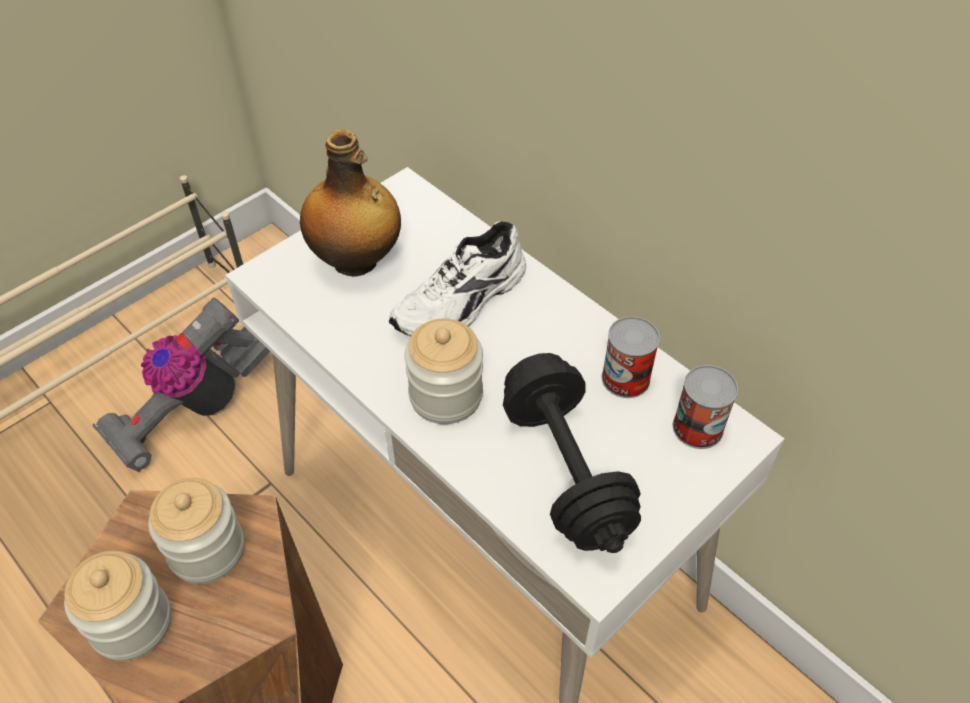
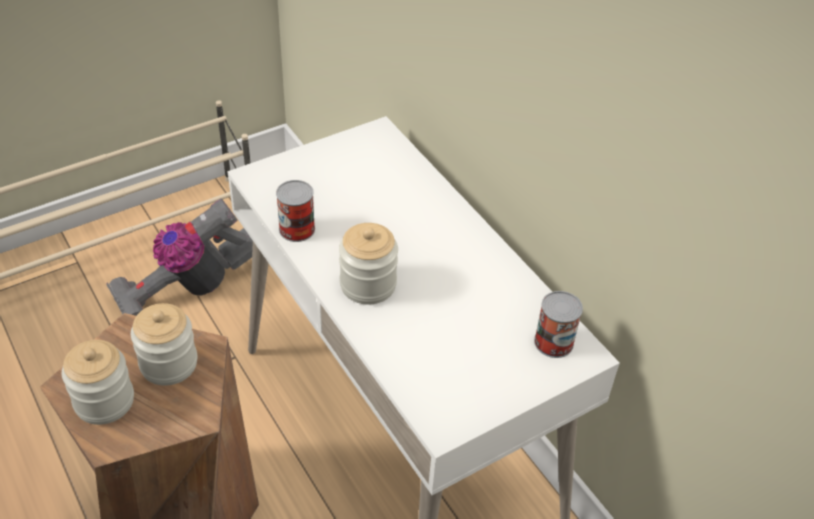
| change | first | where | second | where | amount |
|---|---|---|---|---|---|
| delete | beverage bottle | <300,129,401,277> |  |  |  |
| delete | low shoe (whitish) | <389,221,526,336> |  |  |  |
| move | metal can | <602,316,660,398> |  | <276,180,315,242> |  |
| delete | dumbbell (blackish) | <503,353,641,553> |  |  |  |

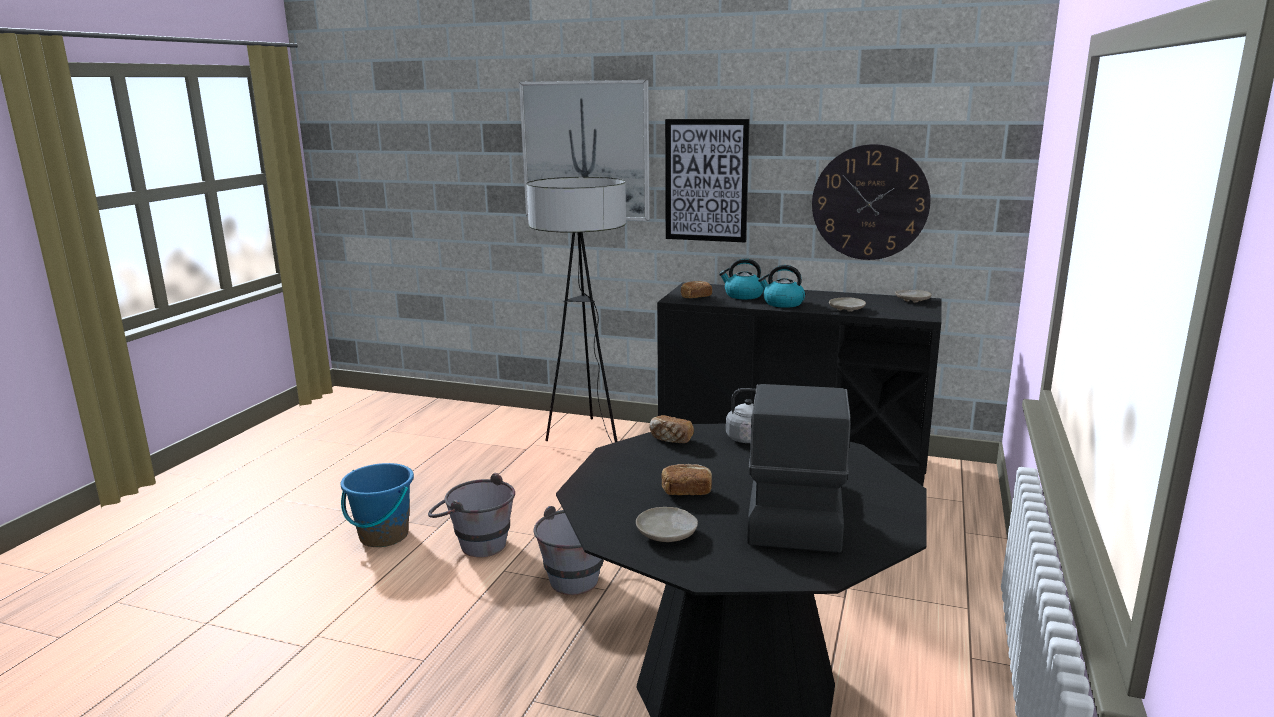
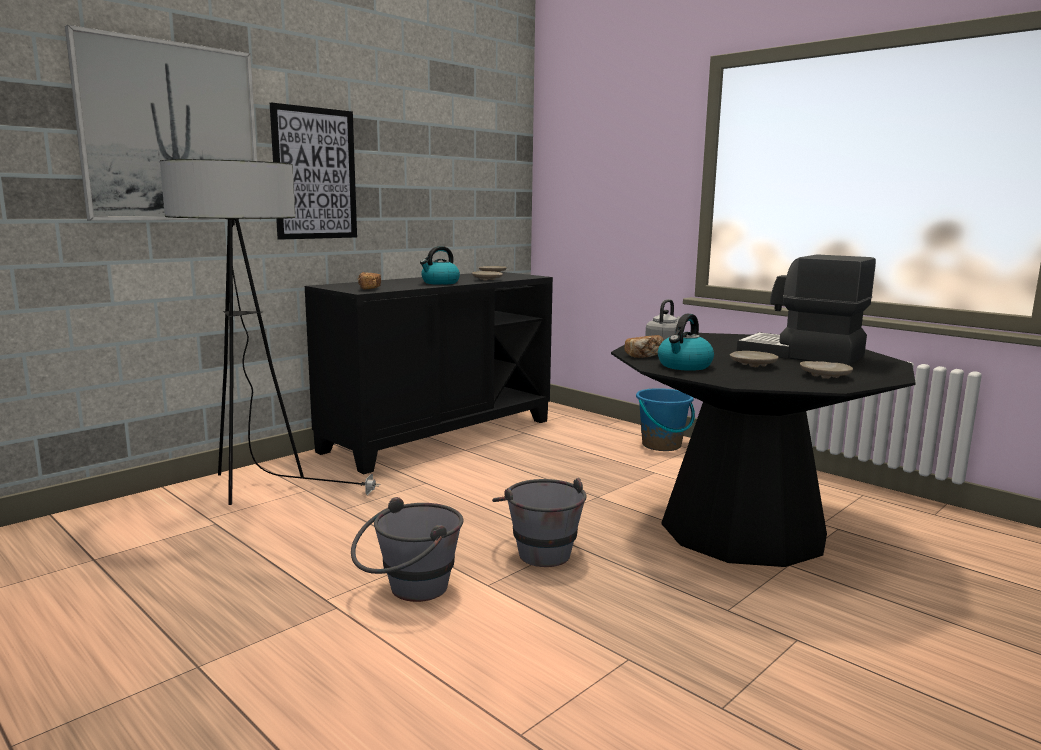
| change | first | where | second | where | amount |
|---|---|---|---|---|---|
| delete | hanging clock | <812,144,931,260> |  |  |  |
| move | water kettle | <719,258,764,299> |  | <658,314,714,371> |  |
| move | pail (blue) | <341,463,414,547> |  | <636,388,695,451> |  |
| replace | bakery bread | <661,464,712,495> | flat dish (sand-coloured) | <730,351,779,367> |  |

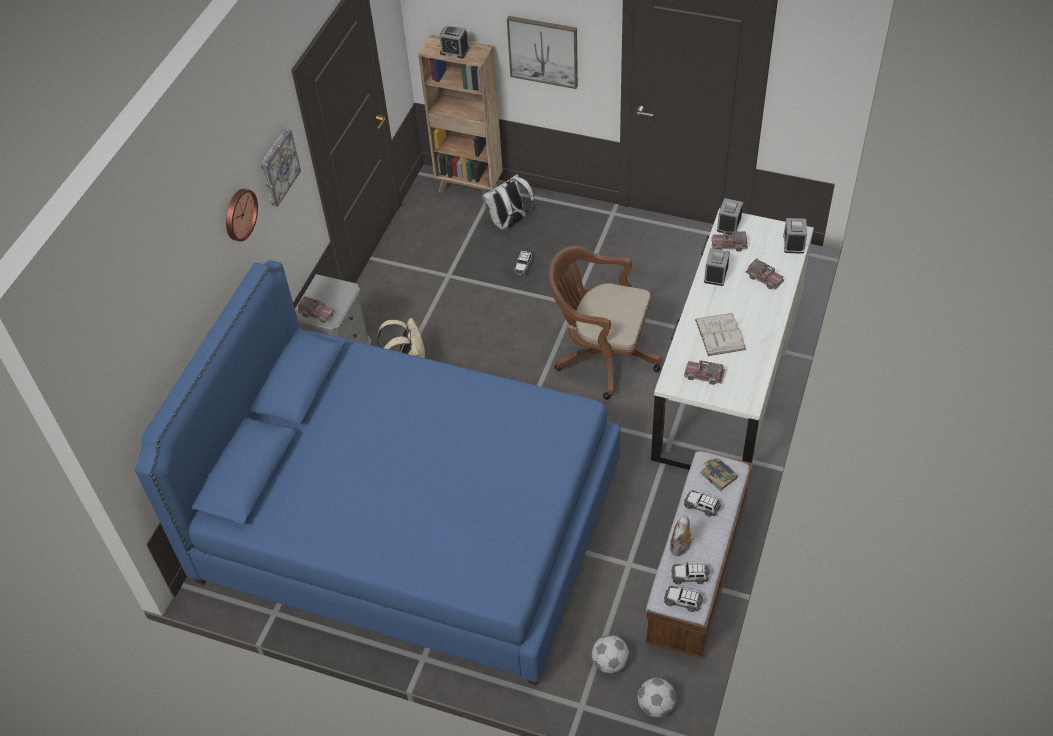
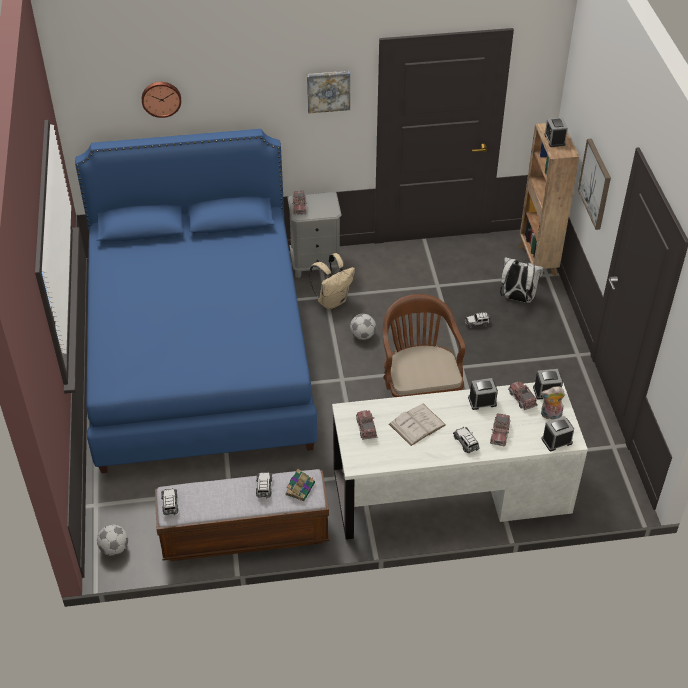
| change | first | where | second | where | amount |
|---|---|---|---|---|---|
| move | hanging clock | <226,189,258,242> |  | <142,82,181,118> |  |
| move | cuddly toy | <669,516,694,557> |  | <541,387,565,420> |  |
| move | toy car | <671,562,709,584> |  | <453,427,480,453> |  |
| move | football | <592,635,629,673> |  | <350,314,376,340> |  |

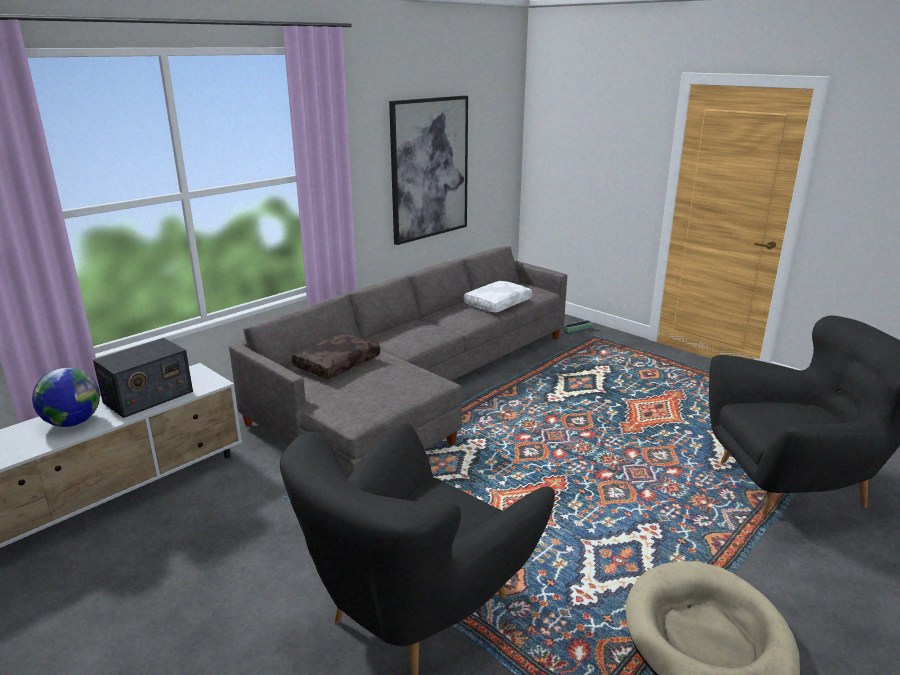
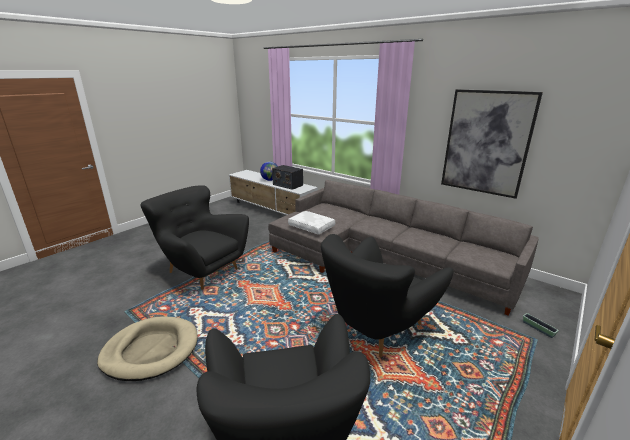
| change | first | where | second | where | amount |
|---|---|---|---|---|---|
| move | cushion (whitish) | <464,281,532,313> |  | <288,211,335,235> |  |
| delete | cushion (brown) | <292,333,380,379> |  |  |  |
| insert |  |  | armchair (blackish) | <321,234,453,358> |  |

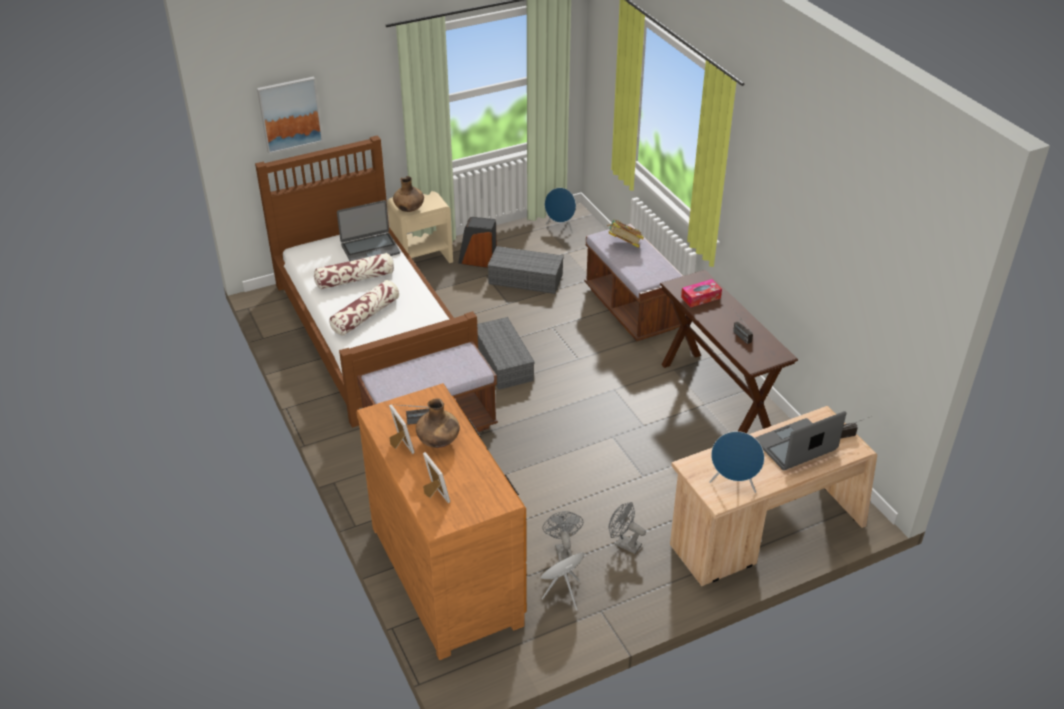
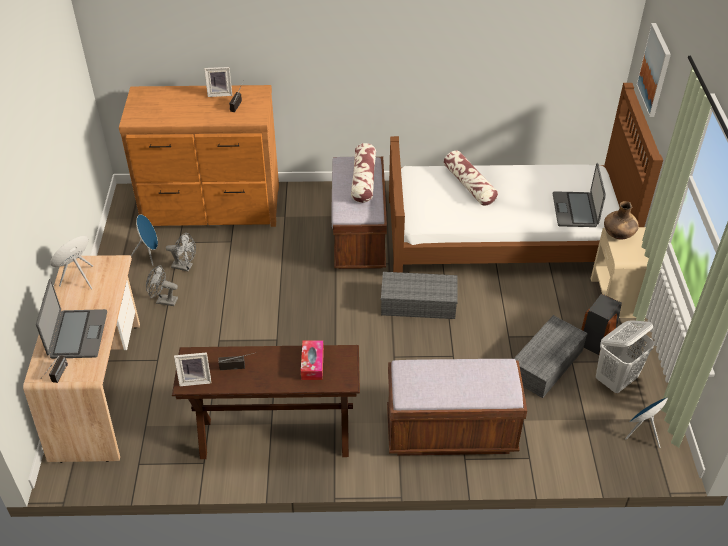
| change | first | where | second | where | amount |
|---|---|---|---|---|---|
| delete | bound book | <607,220,644,248> |  |  |  |
| move | cushion | <314,253,394,289> |  | <351,143,376,203> |  |
| delete | flower vase (brown) | <416,398,460,448> |  |  |  |
| move | picture frame | <423,452,450,503> |  | <174,352,211,386> |  |
| rotate | electric fan (gray) | <608,502,646,554> |  | <146,265,178,306> | 135 degrees counterclockwise |
| insert |  |  | hamper (whitish) | <596,320,654,393> |  |

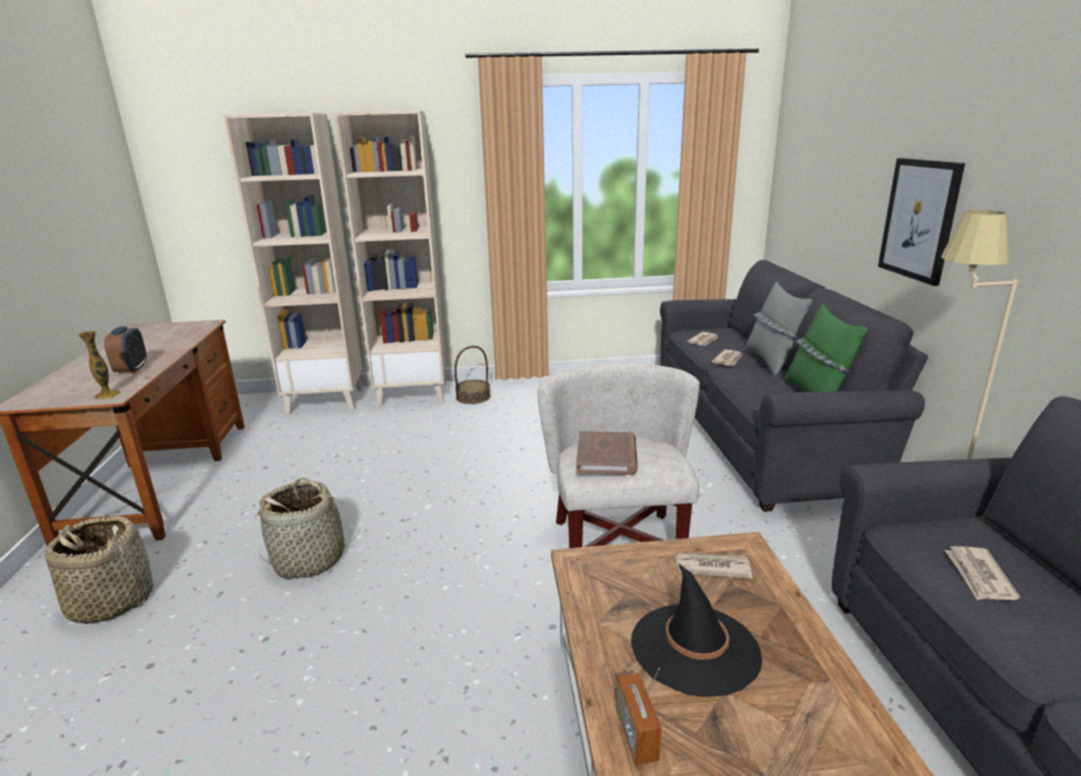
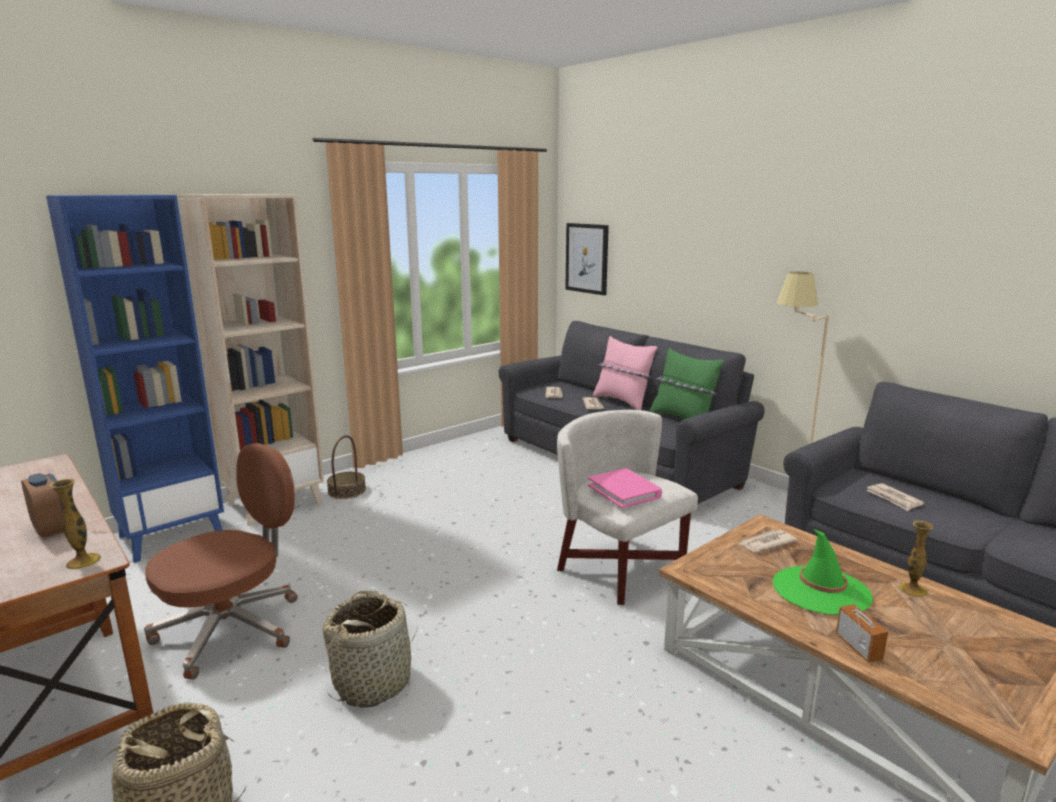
| change | first | where | second | where | amount |
|---|---|---|---|---|---|
| recolor | bookshelf (sand-coloured) | <224,113,363,415> | bookshelf (blue) | <46,195,224,563> |  |
| move | picture | <878,158,965,286> |  | <565,223,609,295> |  |
| recolor | cushion (gray) | <745,282,812,377> | cushion (pink-coloured) | <593,336,657,410> |  |
| recolor | bound book (brown) | <576,431,638,475> | bound book (pink-coloured) | <588,468,662,508> |  |
| recolor | clothing hat (blackish) | <631,563,762,697> | clothing hat (green-coloured) | <772,529,873,615> |  |
| rotate | radio receiver | <616,668,662,765> |  | <836,584,888,663> | 150 degrees counterclockwise |
| insert |  |  | office chair (brown) | <144,443,298,680> |  |
| insert |  |  | flower vase | <899,521,933,598> |  |

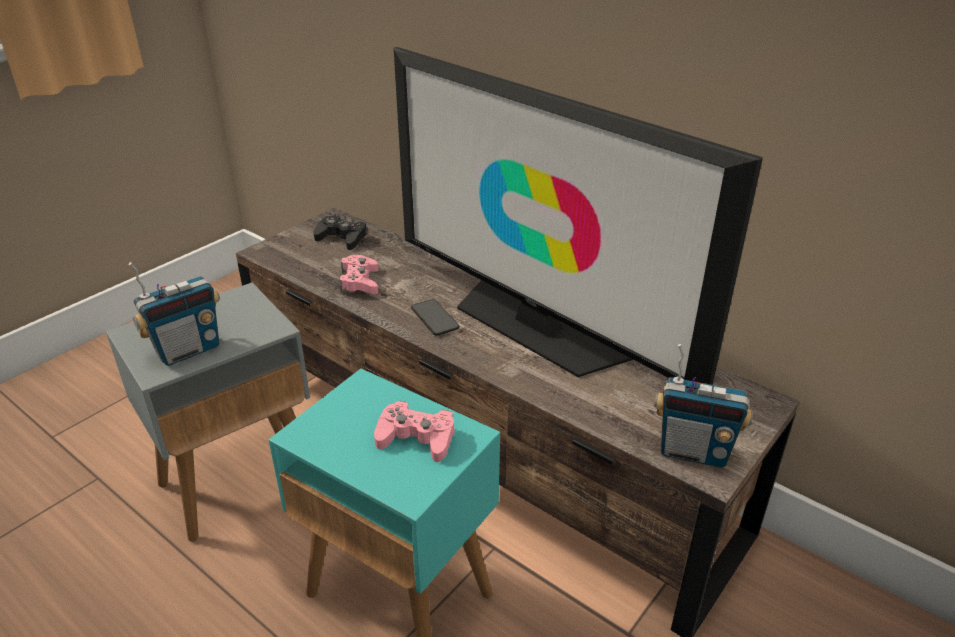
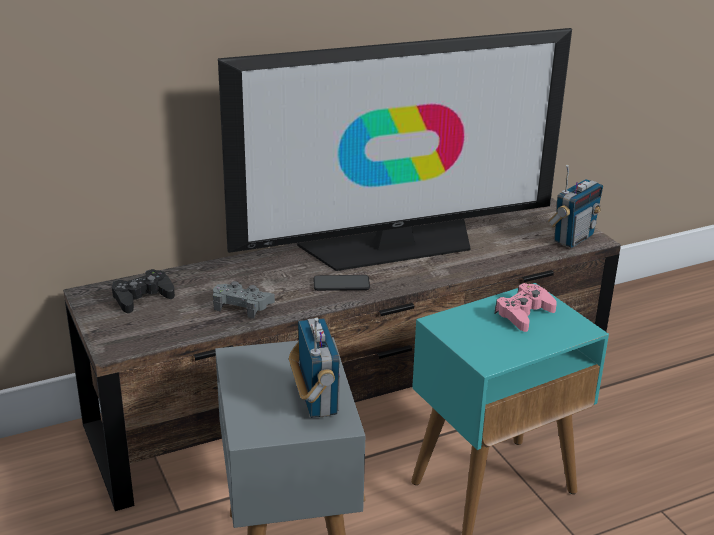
| change | first | where | second | where | amount |
|---|---|---|---|---|---|
| recolor | joypad (pink-coloured) | <339,255,378,294> | joypad (gray) | <213,281,275,319> |  |

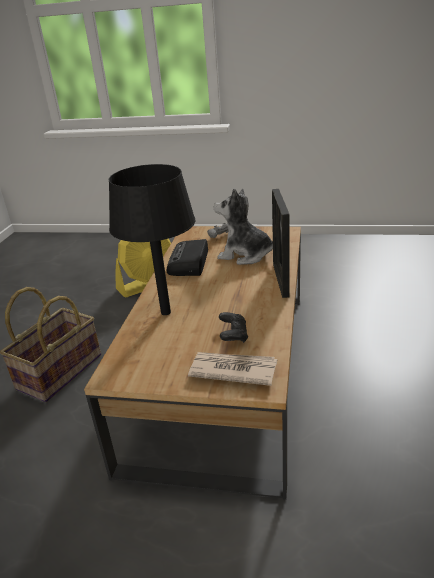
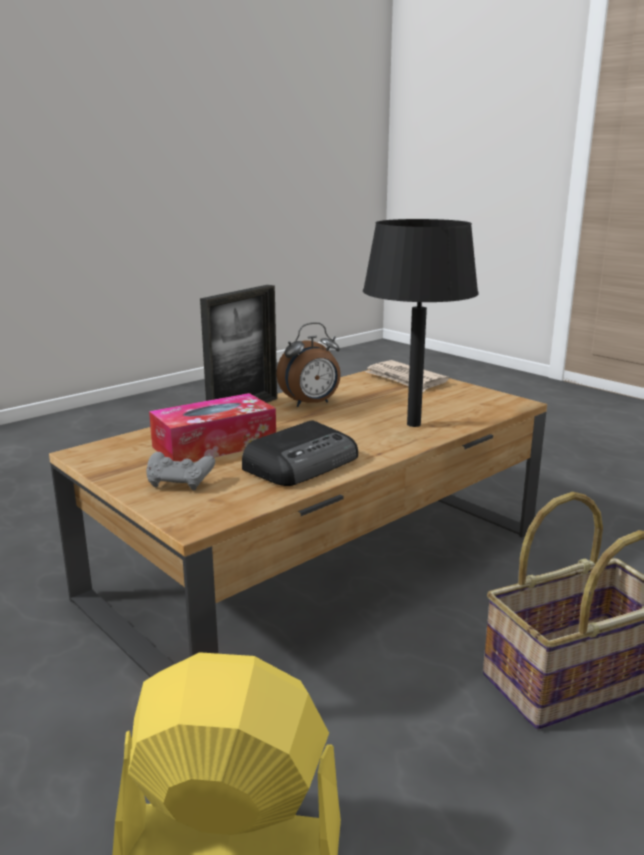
| change | first | where | second | where | amount |
|---|---|---|---|---|---|
| replace | cuddly toy | <213,188,273,265> | tissue holder | <149,393,276,462> |  |
| delete | joypad (blackish) | <219,312,248,343> |  |  |  |
| insert |  |  | bedside clock | <276,322,341,407> |  |

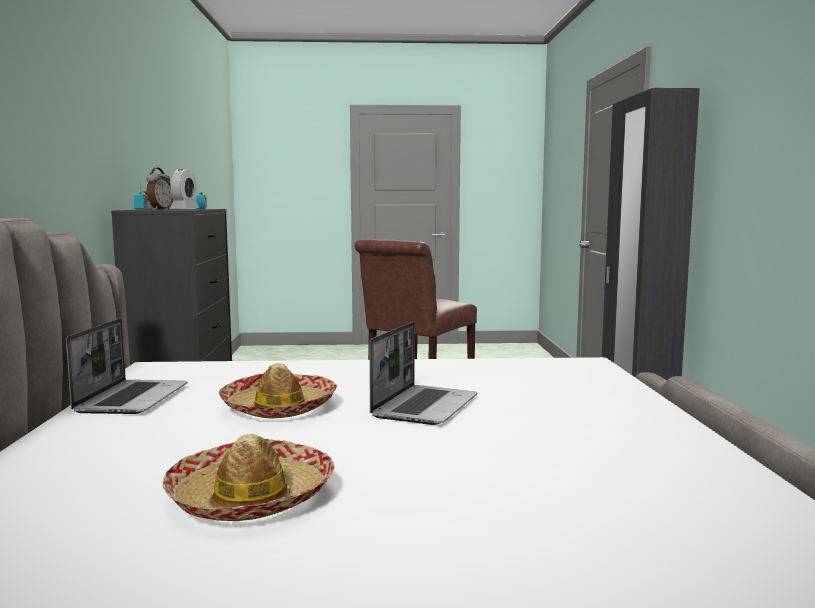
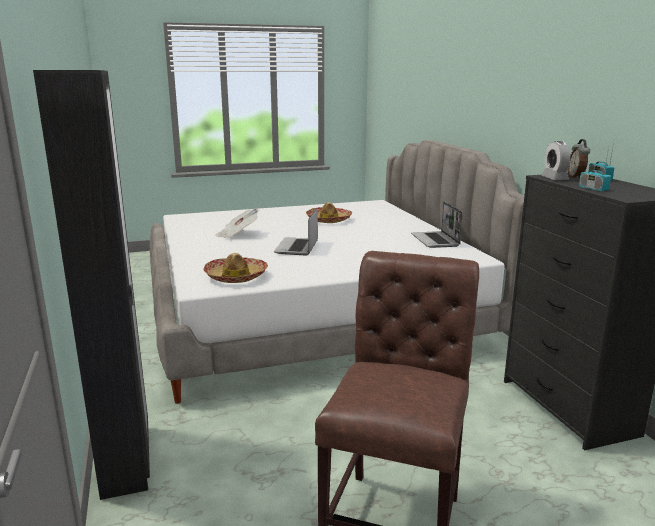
| change | first | where | second | where | amount |
|---|---|---|---|---|---|
| move | clothing hat | <219,363,337,419> |  | <203,253,268,283> |  |
| insert |  |  | newspaper | <216,208,260,238> |  |

